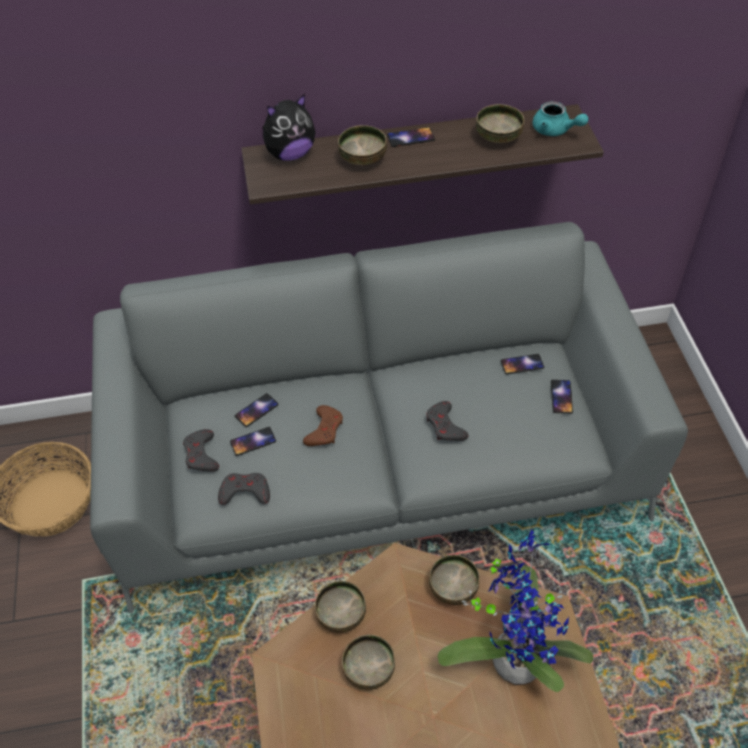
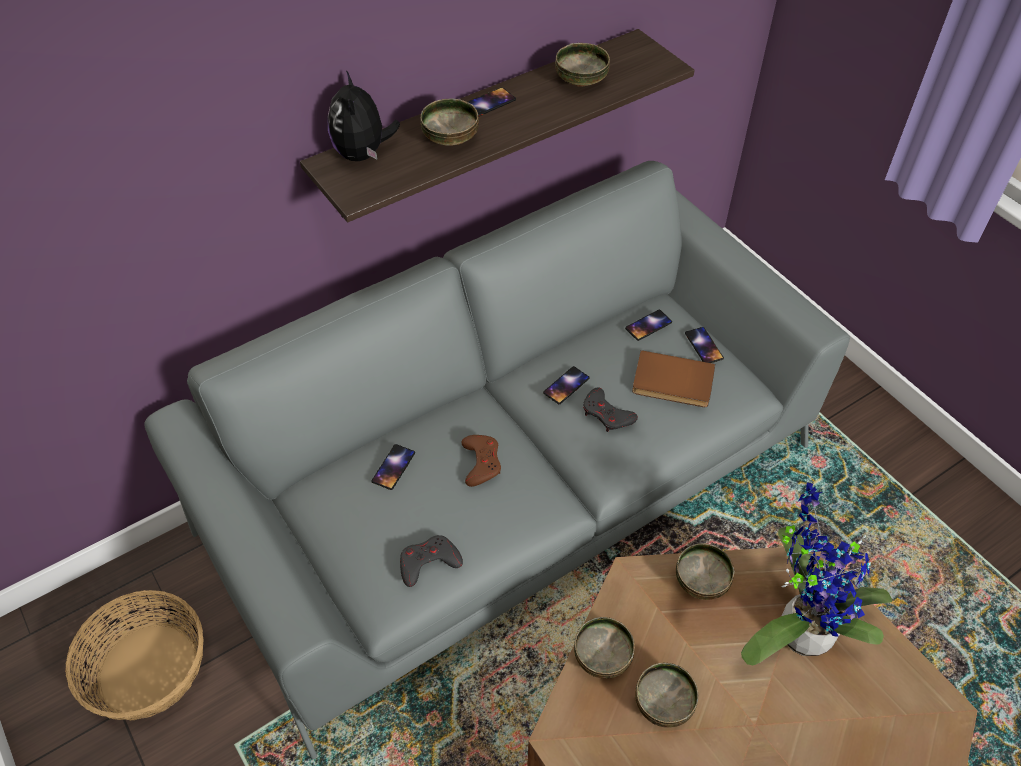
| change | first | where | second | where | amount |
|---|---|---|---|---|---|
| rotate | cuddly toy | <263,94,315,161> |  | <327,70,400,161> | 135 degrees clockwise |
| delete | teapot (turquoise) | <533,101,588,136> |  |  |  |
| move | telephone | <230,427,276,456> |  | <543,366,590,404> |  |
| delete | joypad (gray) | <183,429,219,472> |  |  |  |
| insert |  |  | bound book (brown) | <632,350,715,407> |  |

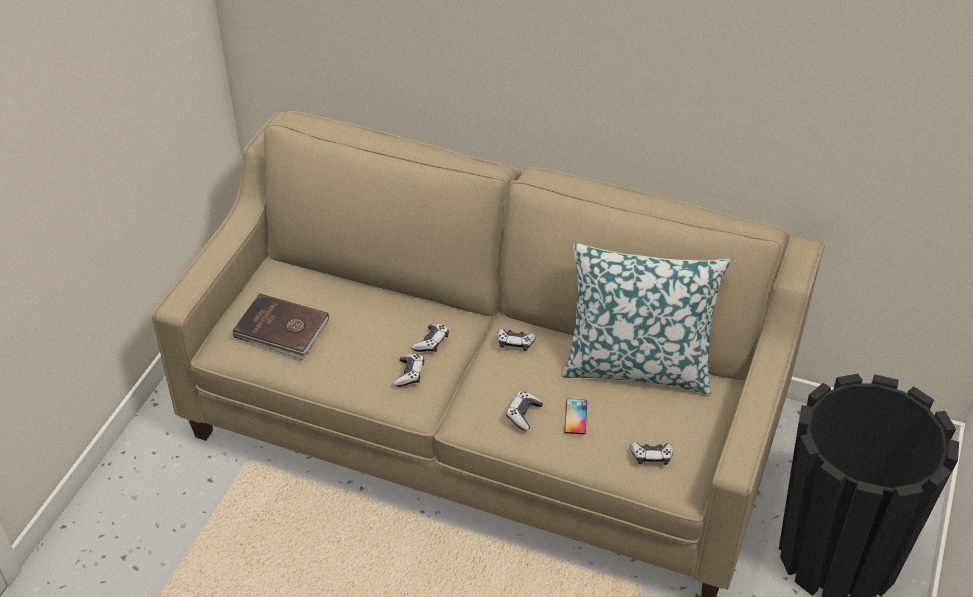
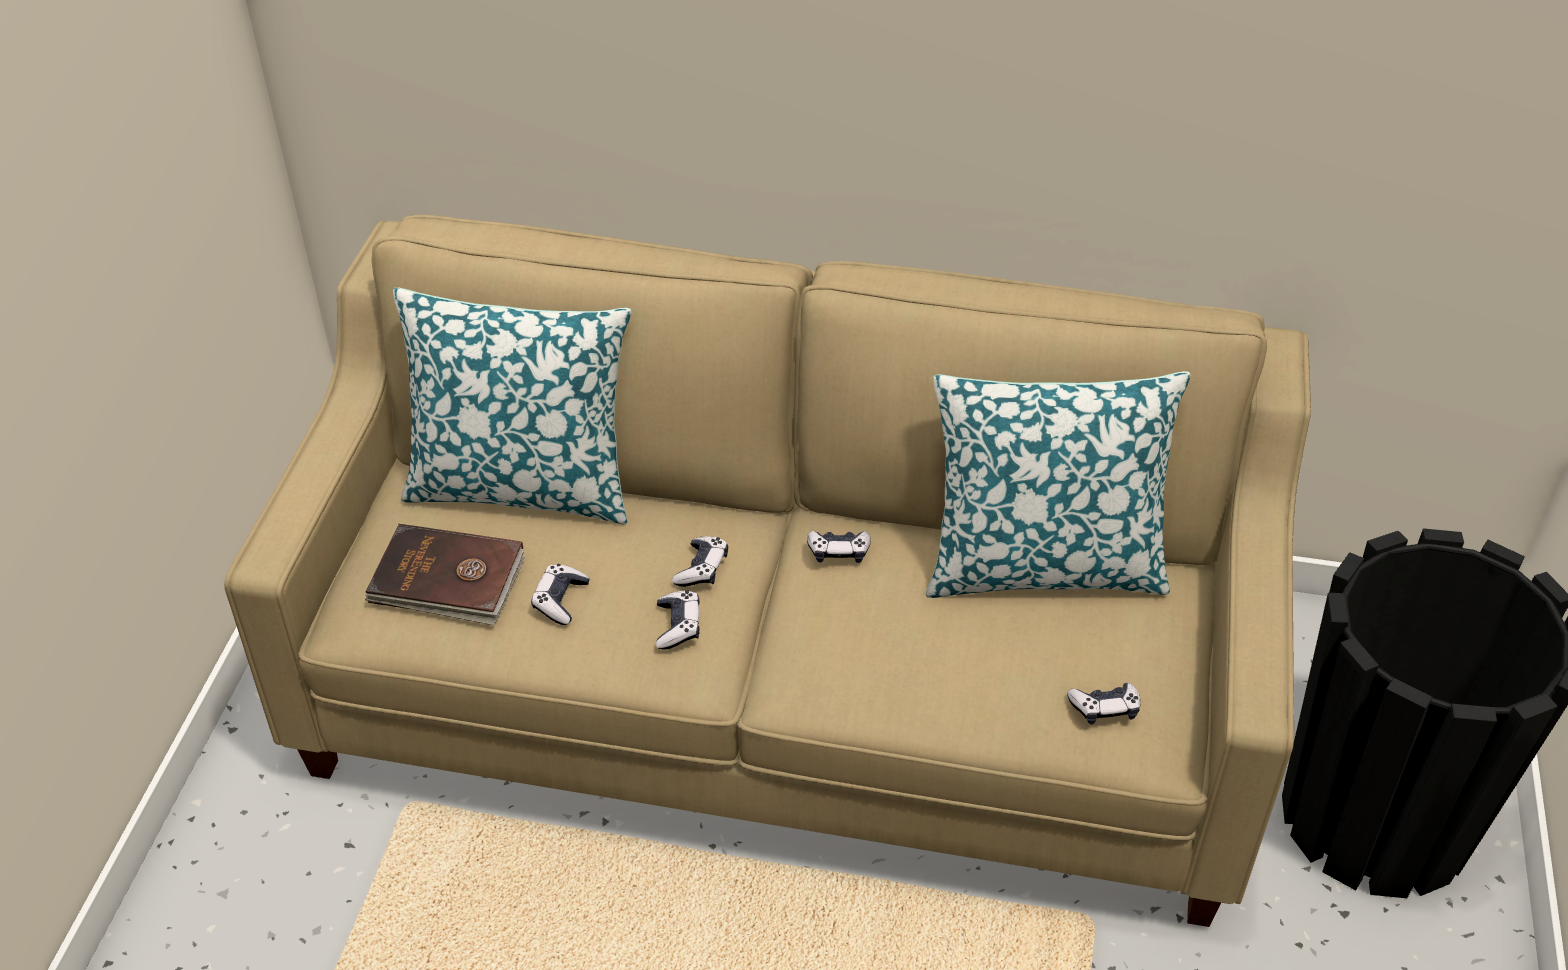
| change | first | where | second | where | amount |
|---|---|---|---|---|---|
| move | joypad | <506,392,543,431> |  | <531,564,590,625> |  |
| delete | telephone | <564,399,587,434> |  |  |  |
| insert |  |  | cushion | <393,288,631,524> |  |

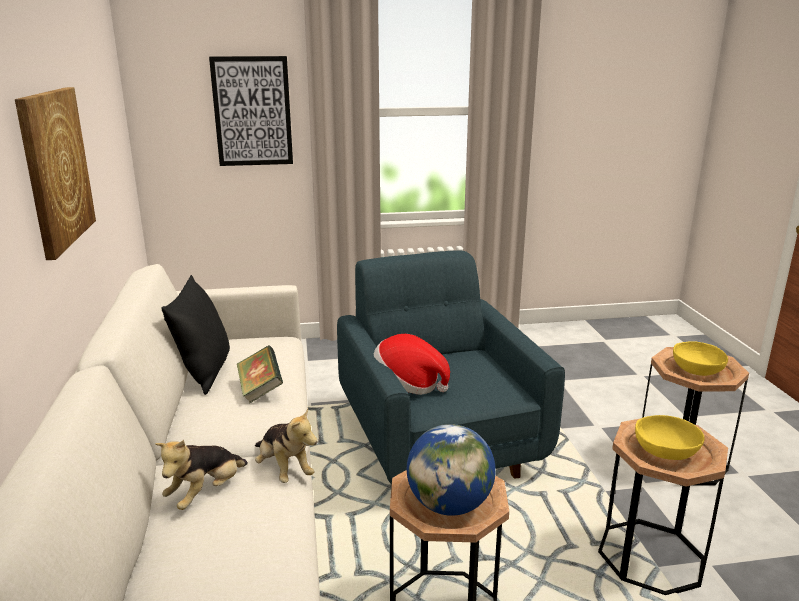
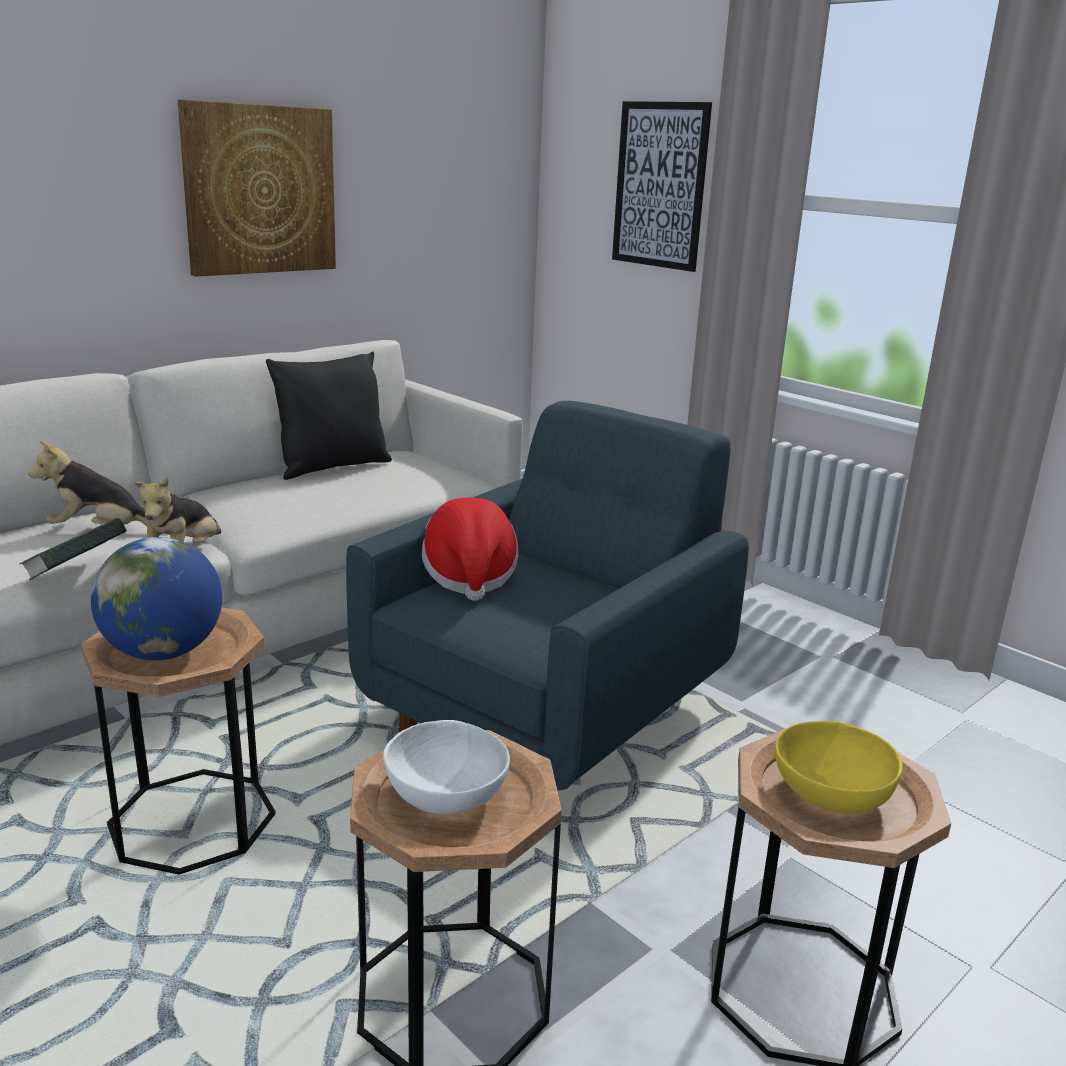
| change | first | where | second | where | amount |
|---|---|---|---|---|---|
| move | bound book | <237,346,283,403> |  | <19,518,127,580> |  |
| recolor | bowl (yellowish) | <635,415,705,460> | bowl (whitish) | <383,720,510,815> |  |

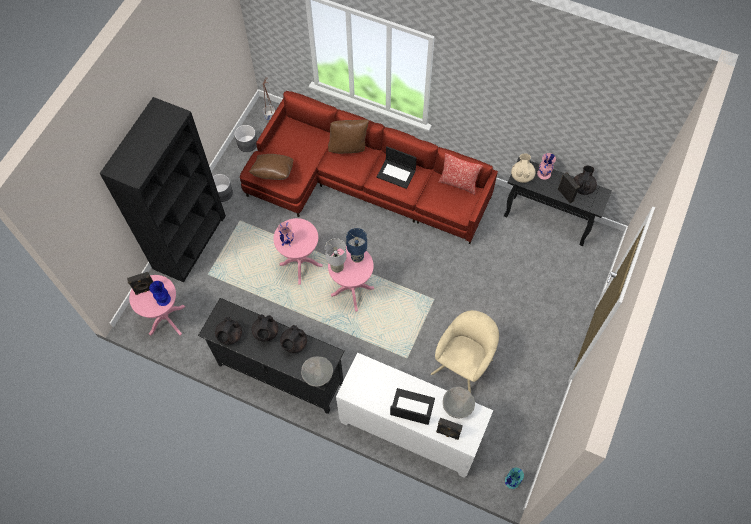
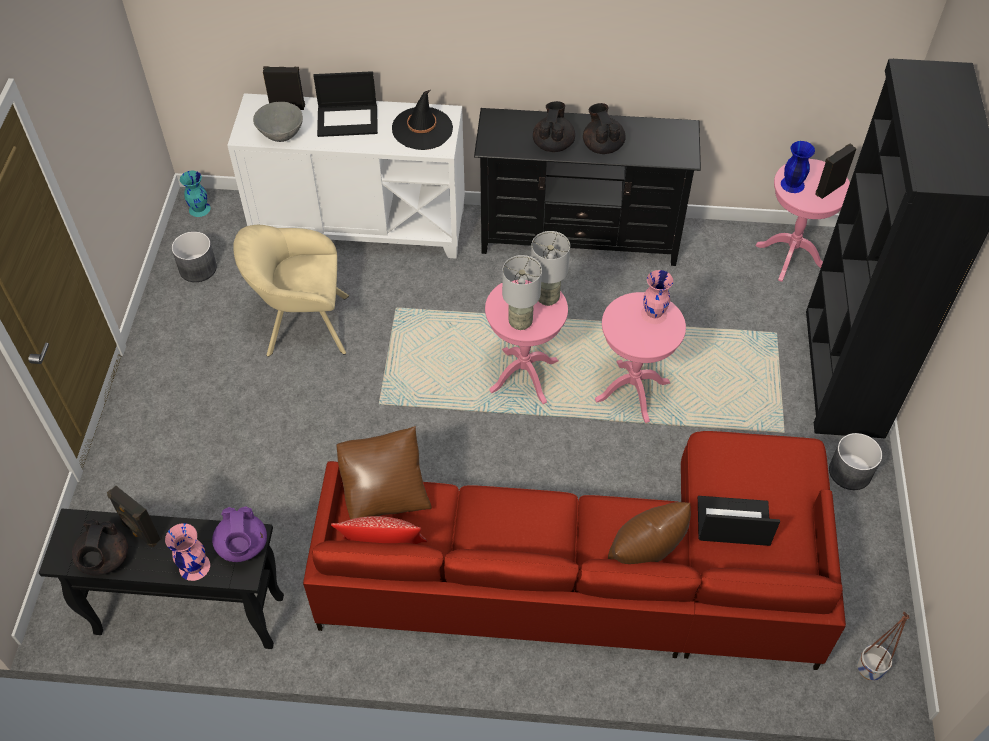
| change | first | where | second | where | amount |
|---|---|---|---|---|---|
| move | planter (gray) | <234,125,257,152> |  | <172,231,217,282> |  |
| move | notebook computer | <377,146,417,189> |  | <698,496,780,546> |  |
| recolor | teapot (sand-coloured) | <511,153,536,183> | teapot (purplish) | <212,506,267,562> |  |
| move | cushion (brown) | <249,154,293,180> |  | <336,426,432,519> |  |
| recolor | table lamp (blue) | <346,228,367,263> | table lamp (gray) | <502,255,542,330> |  |
| rotate | armchair (sand-coloured) | <431,310,499,393> |  | <233,225,349,357> | 75 degrees clockwise |
| delete | teapot (blackish) | <215,317,242,345> |  |  |  |
| delete | bowl (gray) | <301,357,333,387> |  |  |  |
| insert |  |  | clothing hat (blackish) | <392,90,453,150> |  |

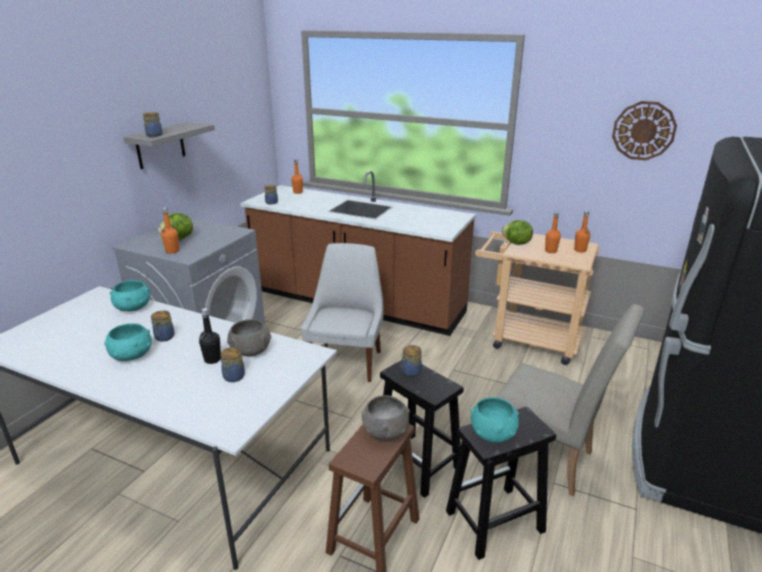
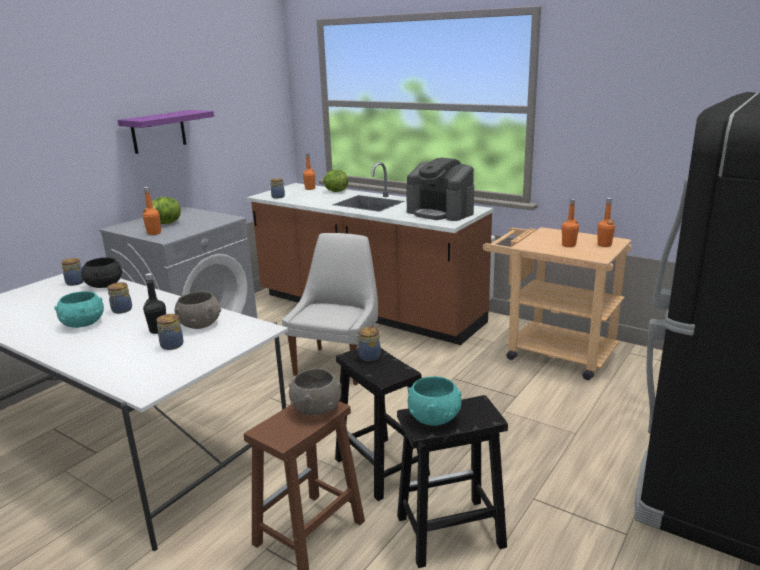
| change | first | where | second | where | amount |
|---|---|---|---|---|---|
| delete | hanging clock | <612,101,677,160> |  |  |  |
| move | jar | <143,112,163,137> |  | <61,258,84,286> |  |
| recolor | wall shelf (gray) | <123,122,215,169> | wall shelf (purplish) | <118,110,214,154> |  |
| move | lettuce | <501,220,533,245> |  | <323,170,348,192> |  |
| recolor | bowl (turquoise) | <110,280,150,311> | bowl (blackish) | <81,257,122,288> |  |
| delete | chair (sand-coloured) | <496,304,645,496> |  |  |  |
| insert |  |  | coffee maker | <406,158,474,221> |  |

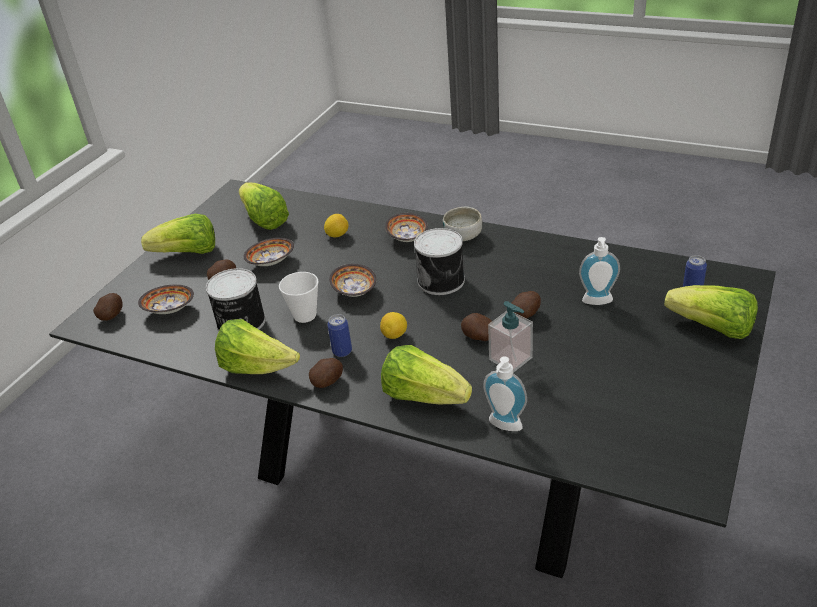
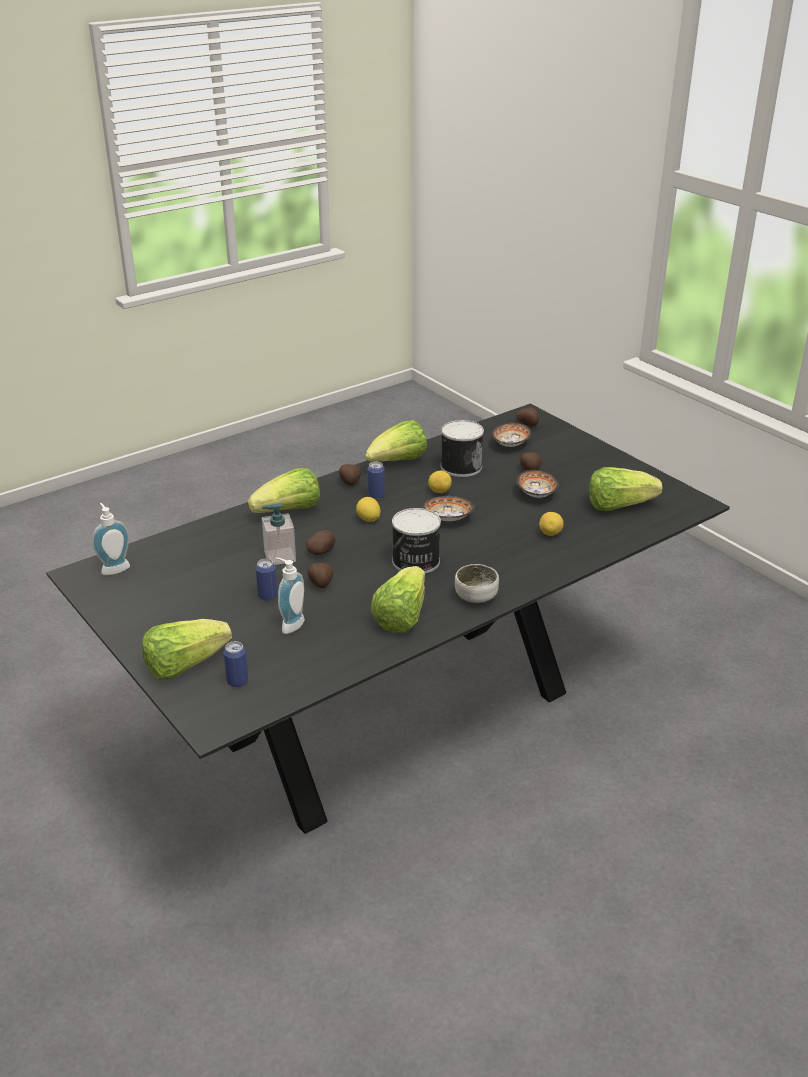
| change | first | where | second | where | amount |
|---|---|---|---|---|---|
| delete | bowl | <385,213,428,242> |  |  |  |
| move | lettuce | <141,214,215,254> |  | <371,566,425,633> |  |
| replace | small cup | <279,272,319,323> | whole lemon | <428,471,452,493> |  |
| move | soap dispenser | <483,356,527,431> |  | <92,503,130,575> |  |
| insert |  |  | metal can | <256,559,277,601> |  |

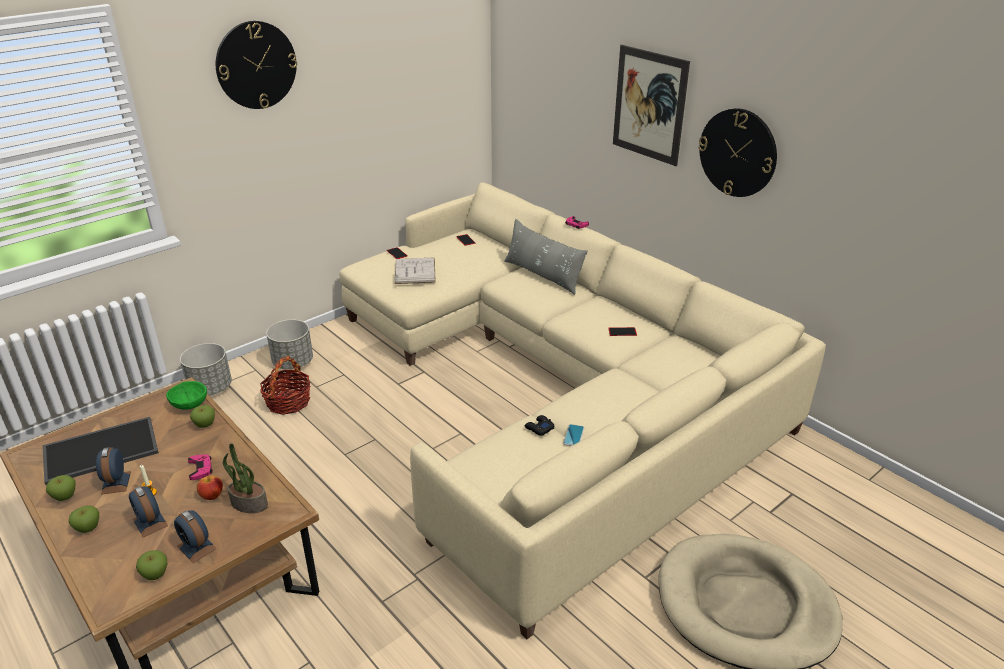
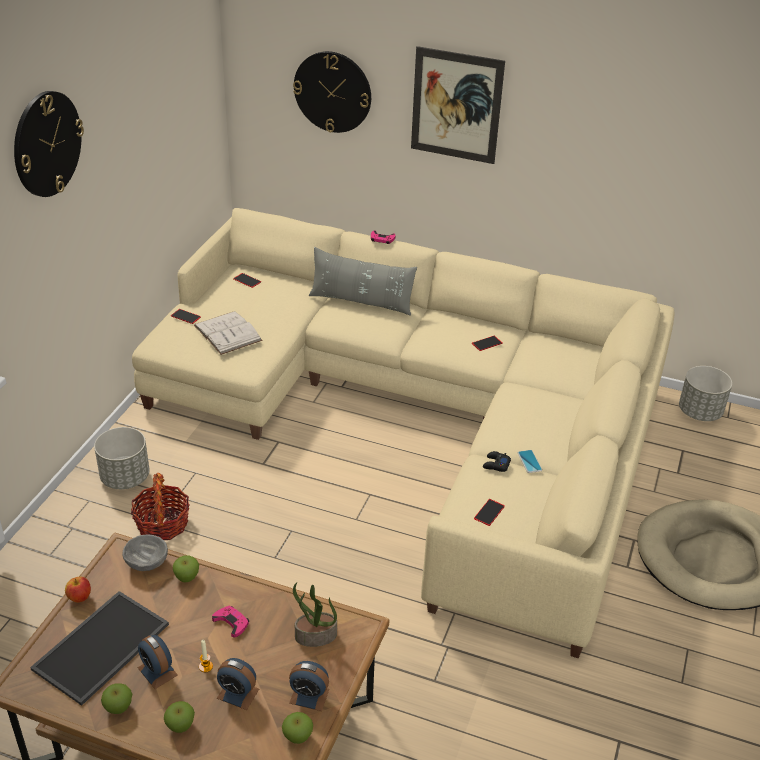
| change | first | where | second | where | amount |
|---|---|---|---|---|---|
| move | hanging clock | <698,108,777,197> |  | <293,51,371,133> |  |
| move | planter (gray) | <180,343,232,395> |  | <679,366,732,421> |  |
| recolor | bowl (green-coloured) | <166,381,207,410> | bowl (gray) | <122,535,168,571> |  |
| move | apple fruit | <197,475,223,500> |  | <65,577,91,603> |  |
| insert |  |  | telephone | <474,499,505,526> |  |

